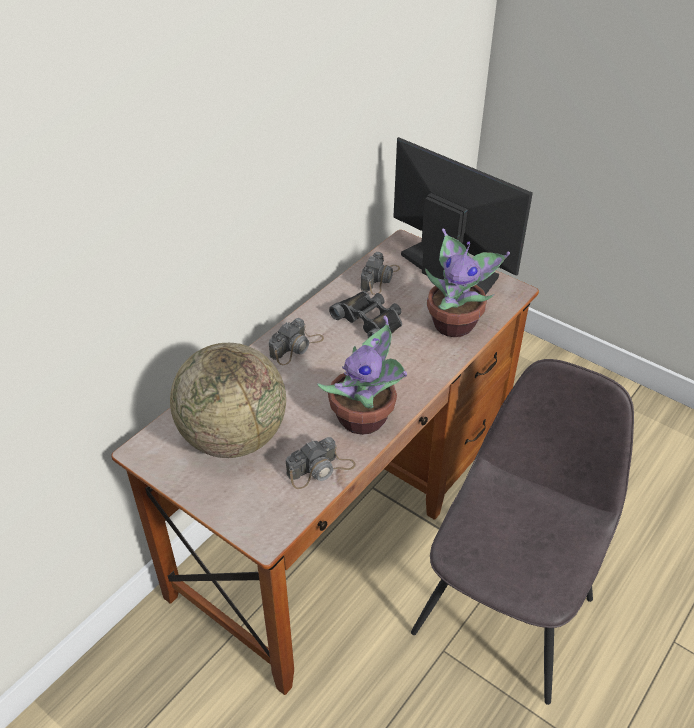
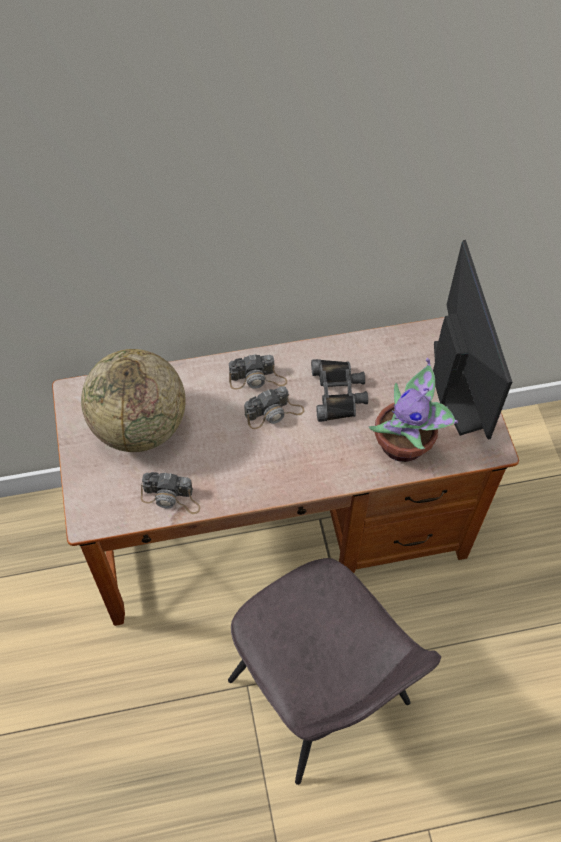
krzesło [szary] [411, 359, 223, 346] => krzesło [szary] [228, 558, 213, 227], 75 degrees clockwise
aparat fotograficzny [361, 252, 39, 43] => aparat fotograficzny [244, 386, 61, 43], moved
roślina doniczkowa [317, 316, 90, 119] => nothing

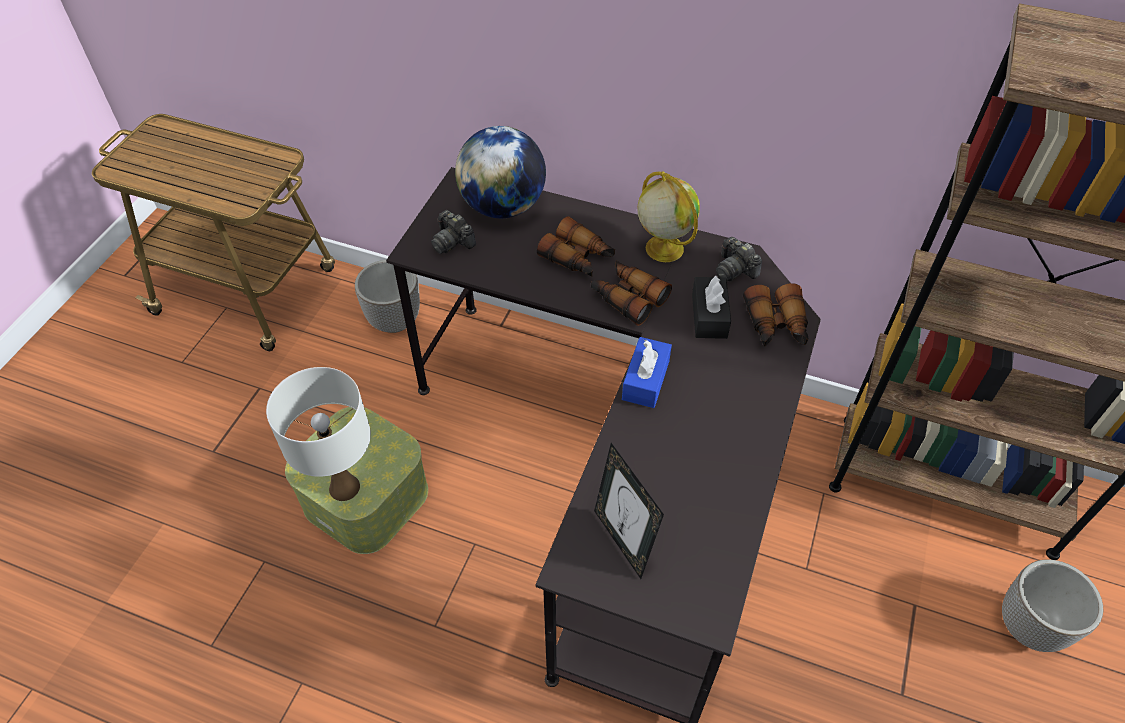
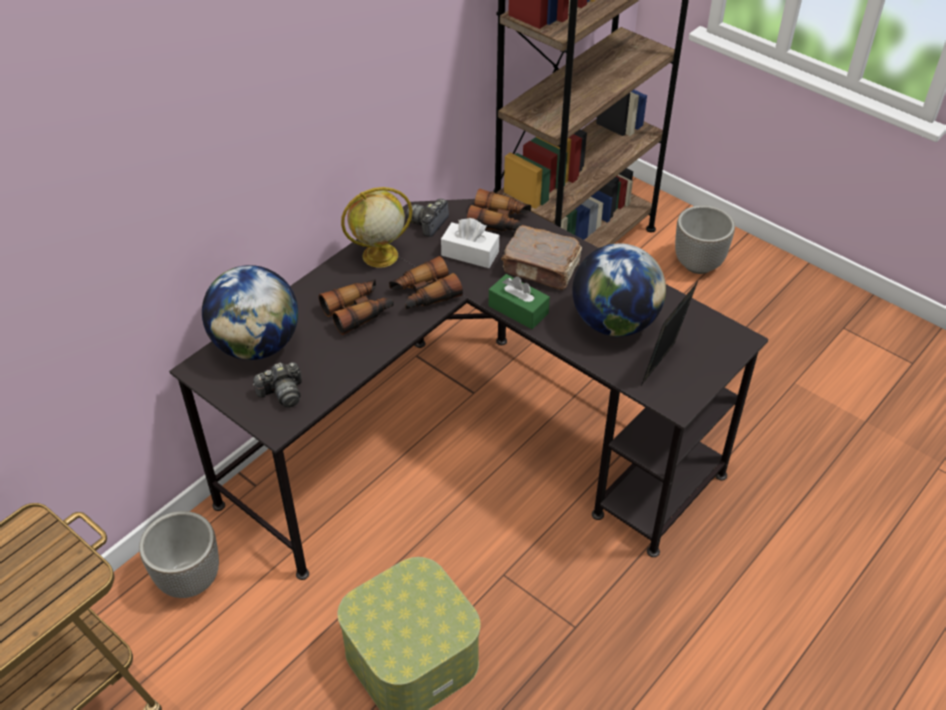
aparat fotograficzny [716, 237, 46, 44] => aparat fotograficzny [406, 199, 43, 38], 135 degrees clockwise
pudełko chusteczek [czarny] [692, 275, 39, 64] => pudełko chusteczek [biały] [441, 218, 58, 50]
pudełko chusteczek [niebieski] [622, 337, 50, 71] => pudełko chusteczek [zielony] [489, 274, 61, 55]
nothing => książka [brązowy] [501, 225, 81, 65]
nothing => globus [572, 243, 94, 93]
ramka na zdjęcie [594, 443, 70, 136] => ramka na zdjęcie [641, 281, 57, 104], 135 degrees clockwise
lampa stołowa [biały] [266, 367, 105, 134] => nothing

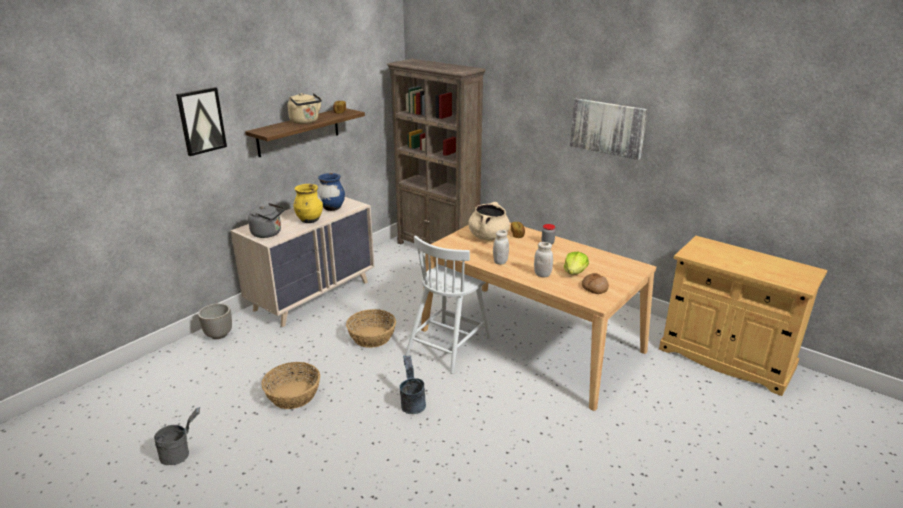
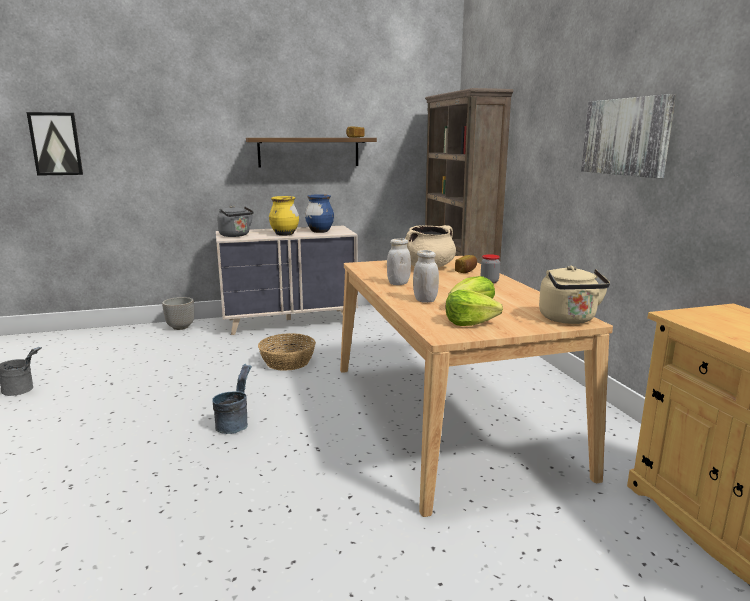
obraz [176, 87, 51, 69] => obraz [27, 112, 56, 64], moved
chleb [582, 273, 27, 21] => sałata [446, 290, 57, 36]
czajnik [beżowy] [287, 93, 35, 31] => czajnik [beżowy] [539, 266, 71, 58], moved
koszyk [262, 362, 58, 47] => nothing
krzesło [biały] [405, 236, 85, 138] => nothing

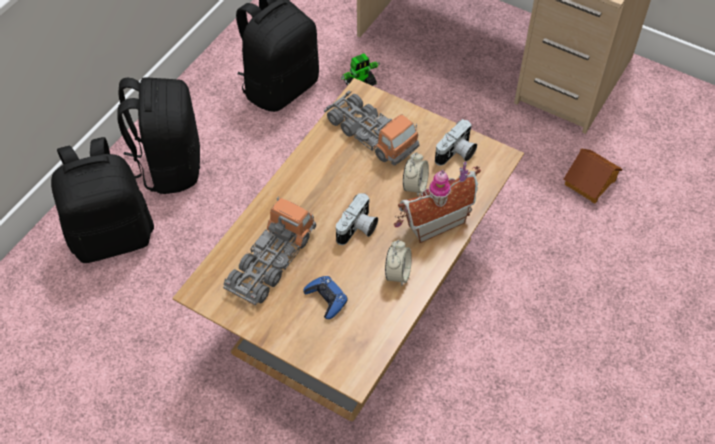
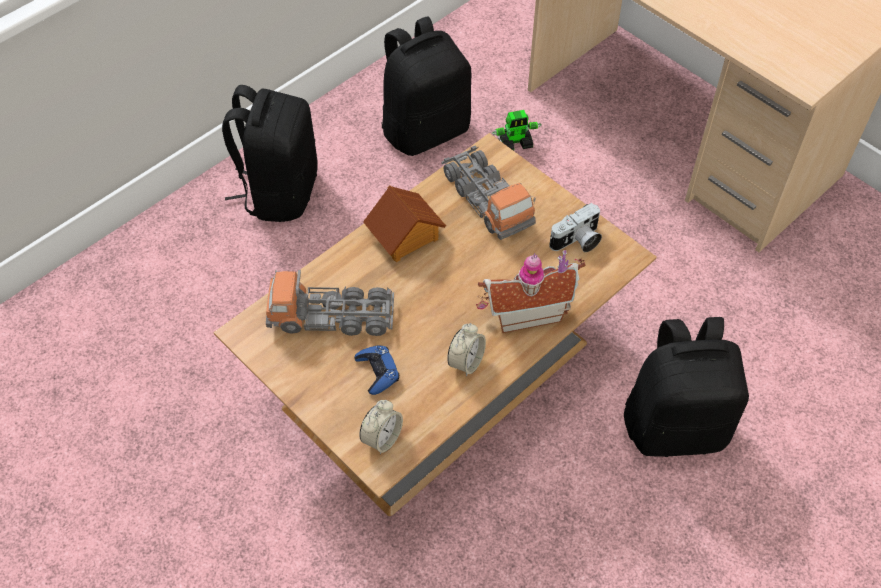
ciężarówka zabawkowa [223, 198, 93, 107] => ciężarówka zabawkowa [266, 270, 128, 66], 135 degrees counterclockwise
budzik [403, 152, 26, 44] => budzik [359, 400, 44, 54], moved
domek [564, 148, 59, 55] => domek [363, 186, 83, 76], moved
plecak [czarny] [51, 137, 103, 126] => plecak [czarny] [624, 317, 125, 140], moved
aparat fotograficzny [336, 193, 42, 52] => nothing

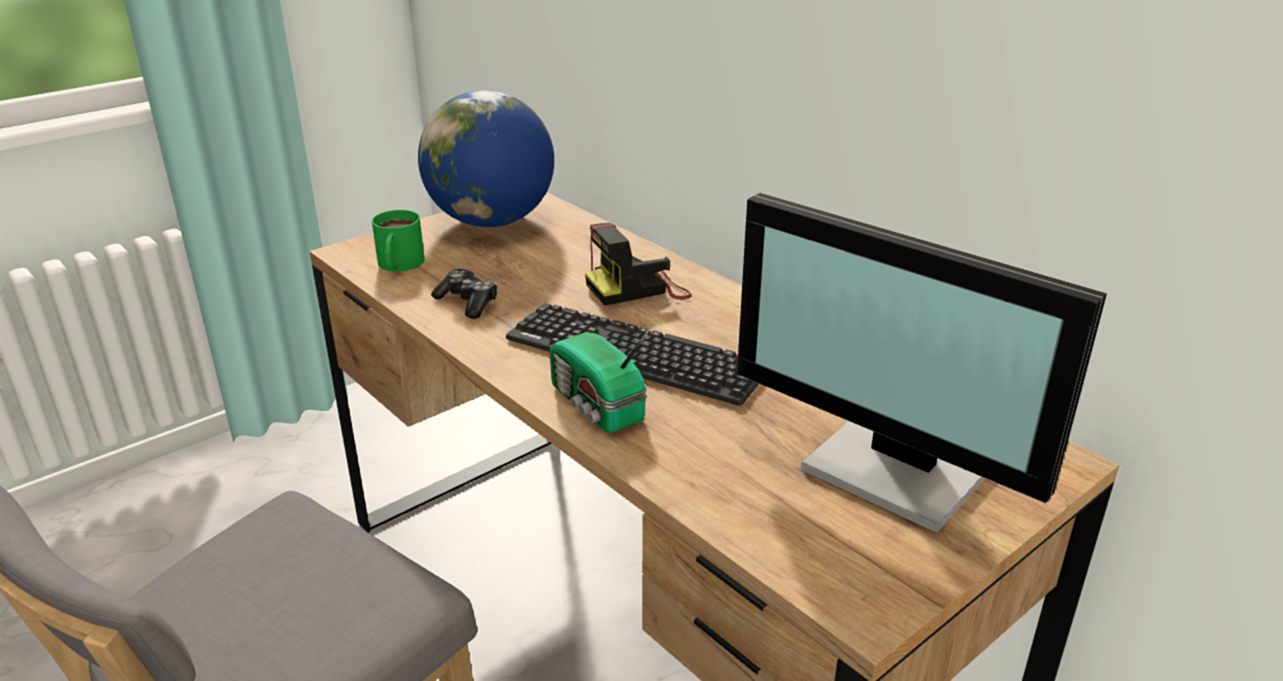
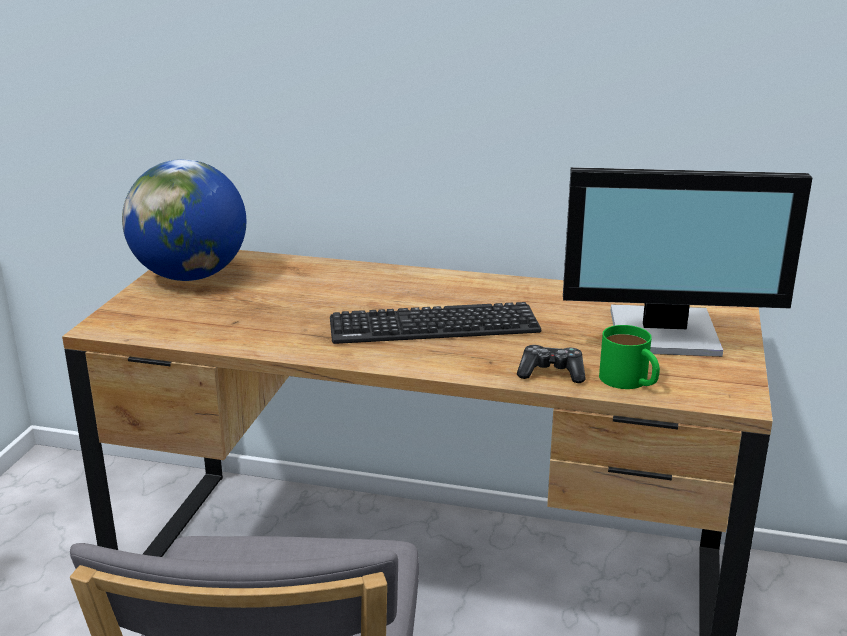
pad do gier [431, 269, 67, 50] => pad do gier [517, 345, 69, 38], moved
kubek [zielony] [372, 210, 53, 61] => kubek [zielony] [599, 325, 61, 64], moved
radio [550, 325, 103, 108] => nothing
aparat fotograficzny [585, 223, 107, 82] => nothing

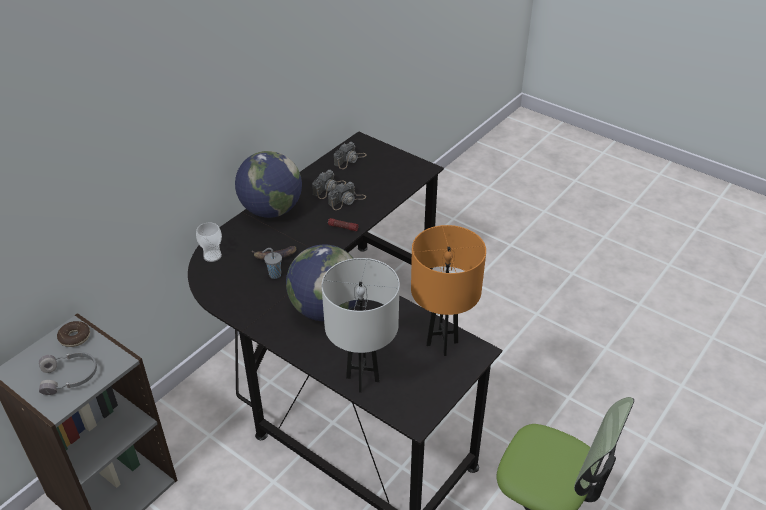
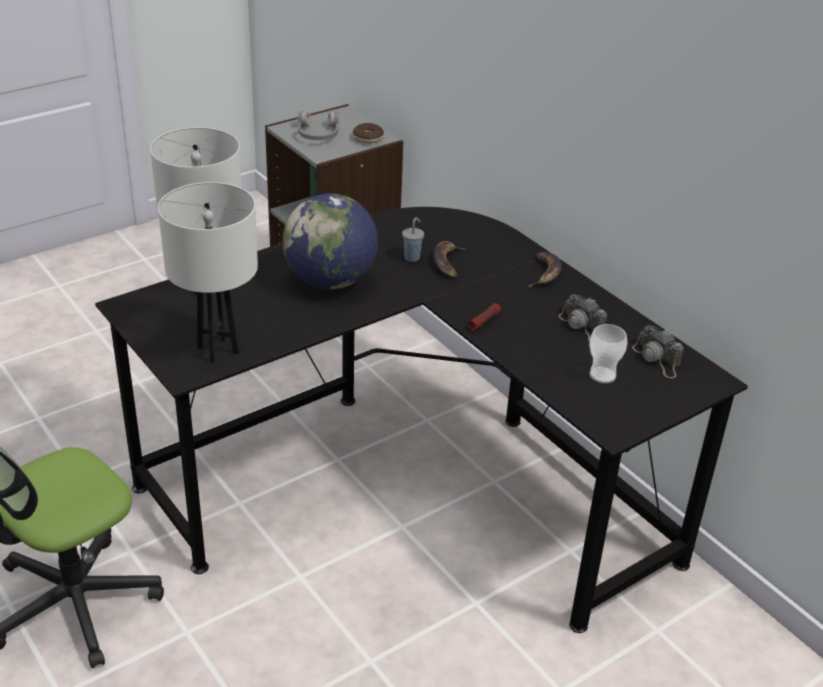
lampa stołowa [pomarańczowy] [411, 225, 75, 131] => lampa stołowa [biały] [158, 182, 100, 181]
globus [235, 151, 67, 67] => banan [528, 252, 34, 35]
filiżanka [196, 222, 26, 40] => filiżanka [589, 324, 38, 59], moved
aparat fotograficzny [328, 182, 38, 28] => nothing

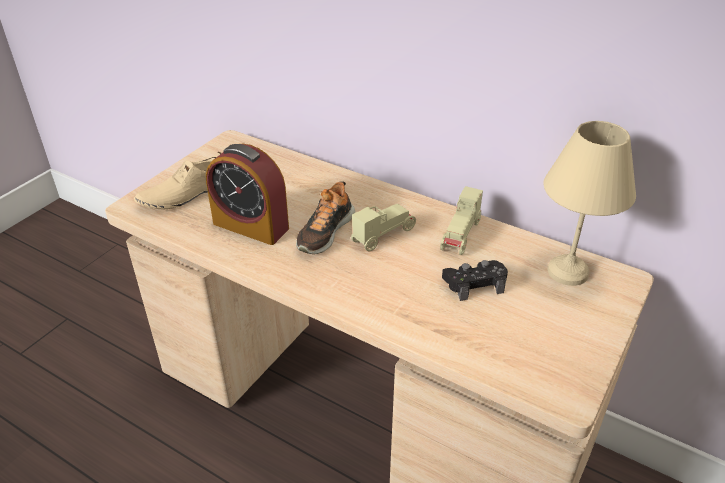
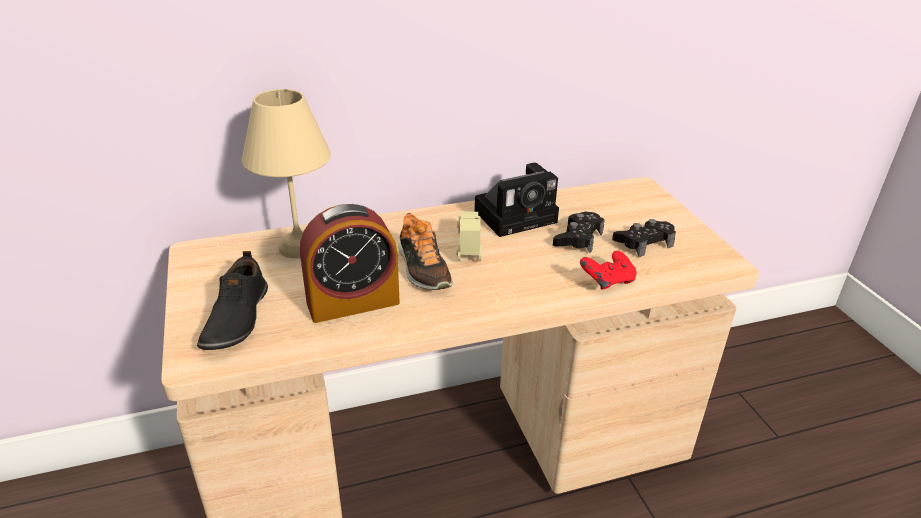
but [beżowy] [134, 152, 88, 57] => but [czarny] [197, 251, 71, 99]
lampa stołowa [beżowy] [543, 121, 93, 165] => lampa stołowa [beżowy] [241, 89, 90, 169], moved
samochodzik [beżowy] [440, 186, 43, 69] => aparat fotograficzny [474, 163, 85, 74]
nothing => pad do gier [czerwony] [580, 251, 57, 39]
nothing => pad do gier [czarny] [612, 219, 64, 38]

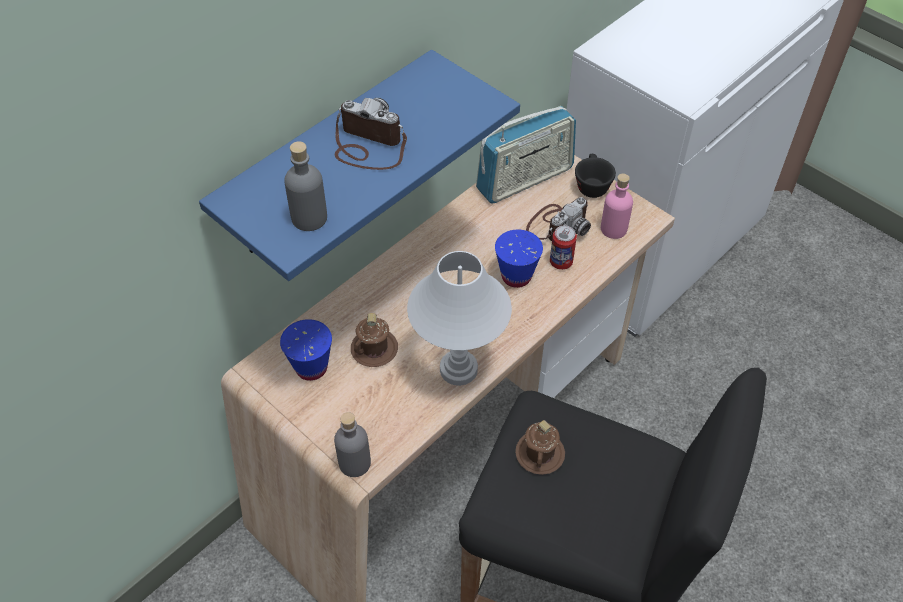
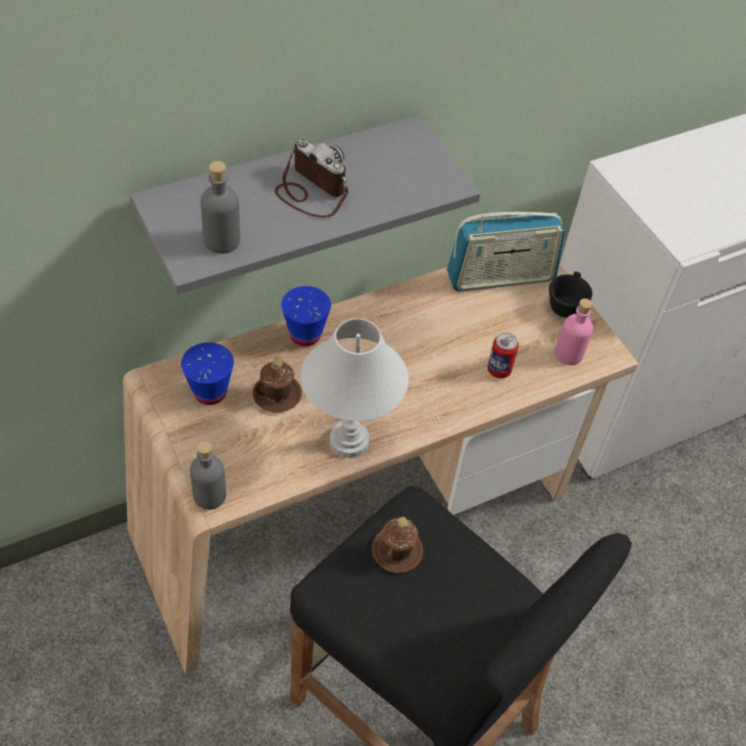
półka [niebieski] [199, 50, 321, 231] => półka [szary] [130, 115, 351, 179]
filiżanka [niebieski] [495, 230, 48, 58] => filiżanka [niebieski] [281, 286, 50, 60], moved
aparat fotograficzny [526, 197, 65, 44] => nothing

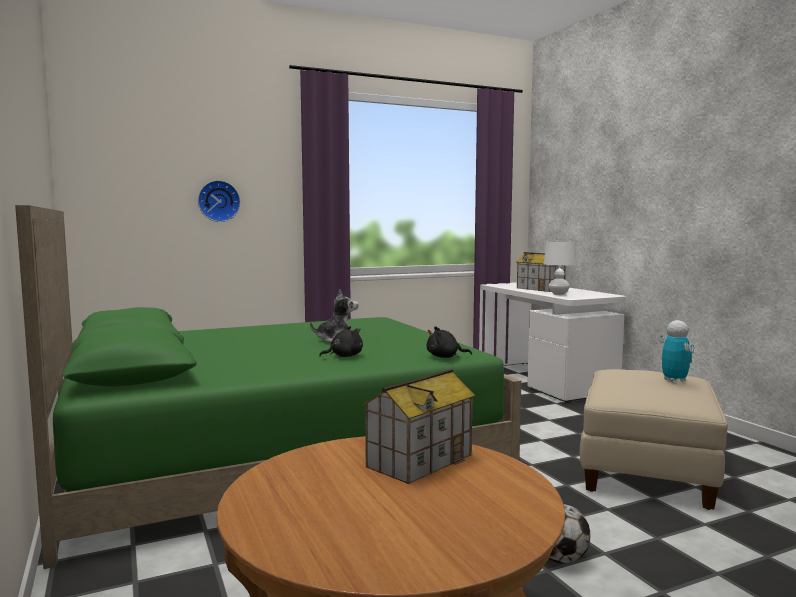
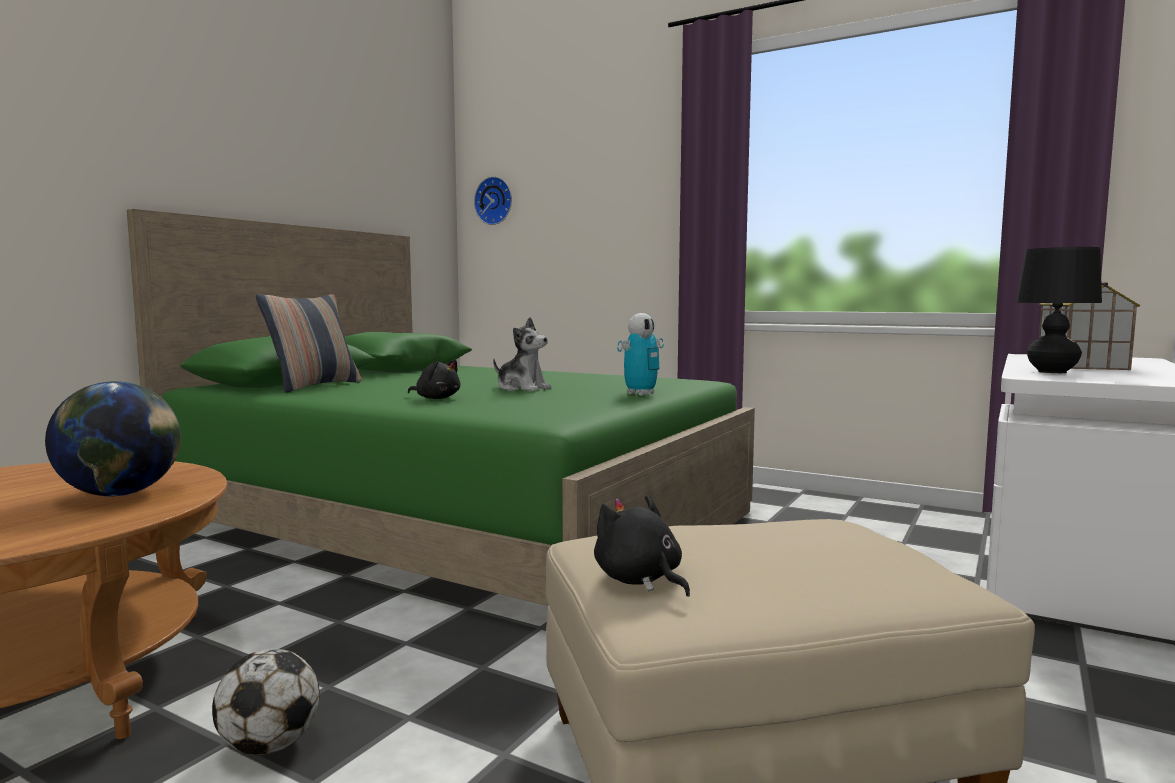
domek [363, 369, 112, 115] => globus [45, 381, 136, 116]
nothing => poduszka [256, 294, 106, 99]
zegar ścienny [198, 180, 42, 42] => zegar ścienny [474, 176, 38, 49], moved
pluszak [czarny] [427, 326, 45, 32] => pluszak [czarny] [594, 495, 96, 102], moved
robot zabawkowy [660, 320, 34, 63] => robot zabawkowy [617, 313, 47, 83], moved
lampa stołowa [biały] [544, 241, 32, 54] => lampa stołowa [czarny] [1016, 247, 86, 126]

